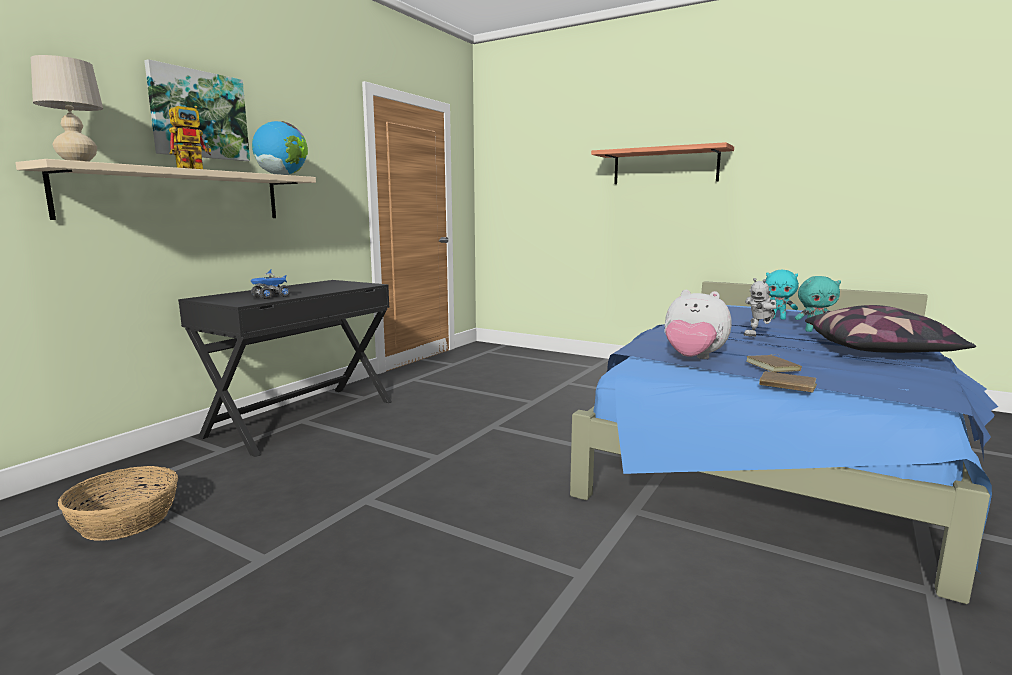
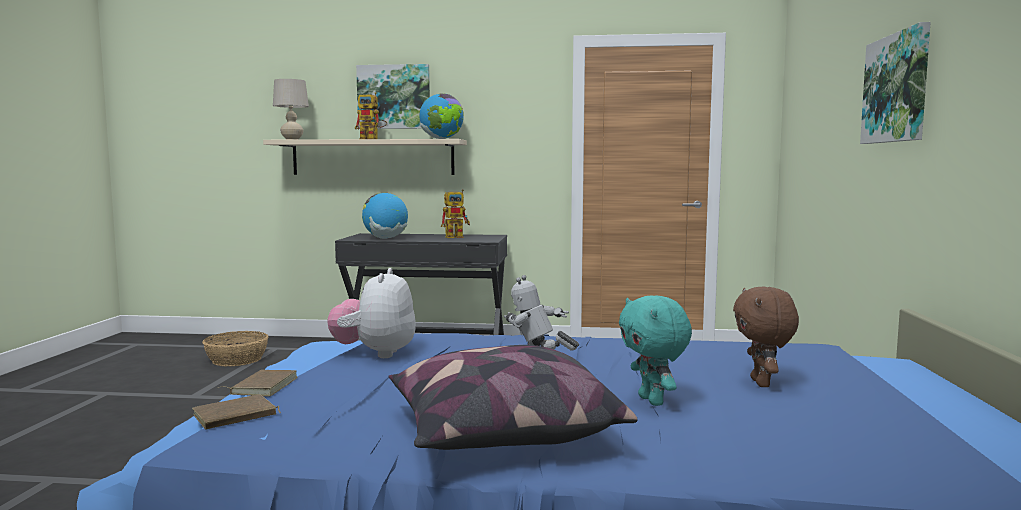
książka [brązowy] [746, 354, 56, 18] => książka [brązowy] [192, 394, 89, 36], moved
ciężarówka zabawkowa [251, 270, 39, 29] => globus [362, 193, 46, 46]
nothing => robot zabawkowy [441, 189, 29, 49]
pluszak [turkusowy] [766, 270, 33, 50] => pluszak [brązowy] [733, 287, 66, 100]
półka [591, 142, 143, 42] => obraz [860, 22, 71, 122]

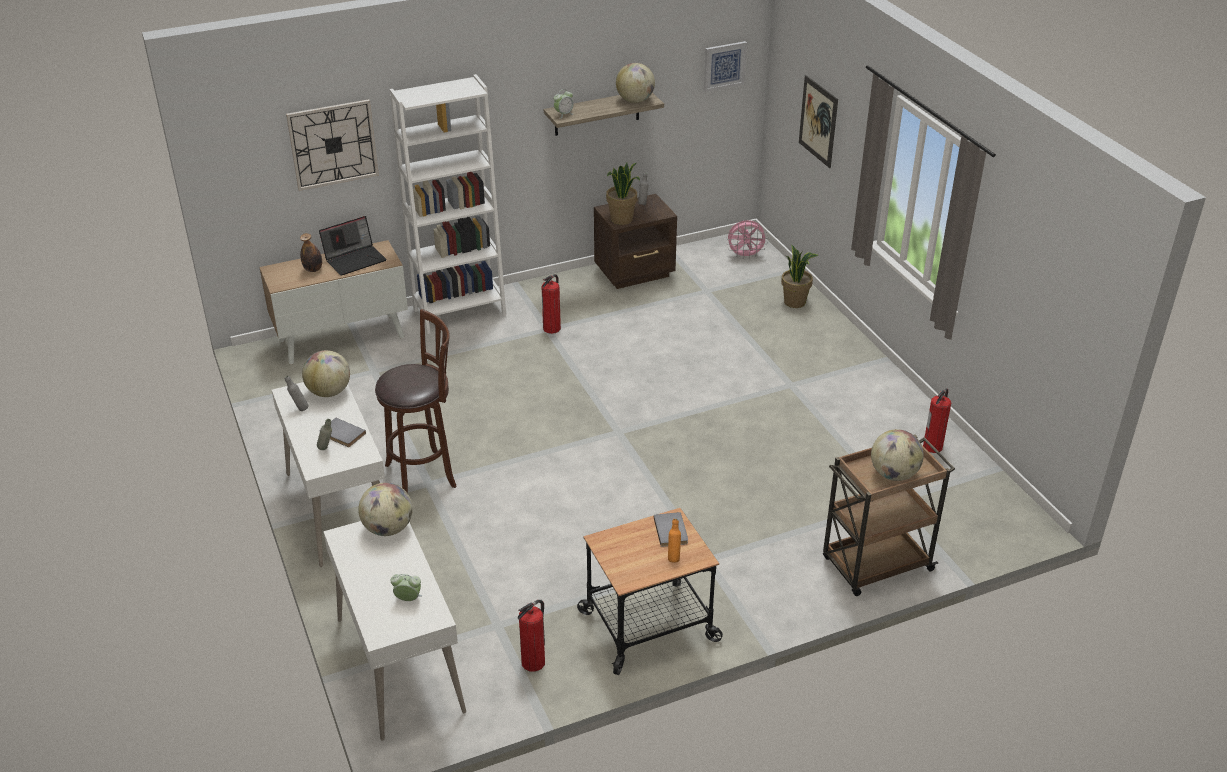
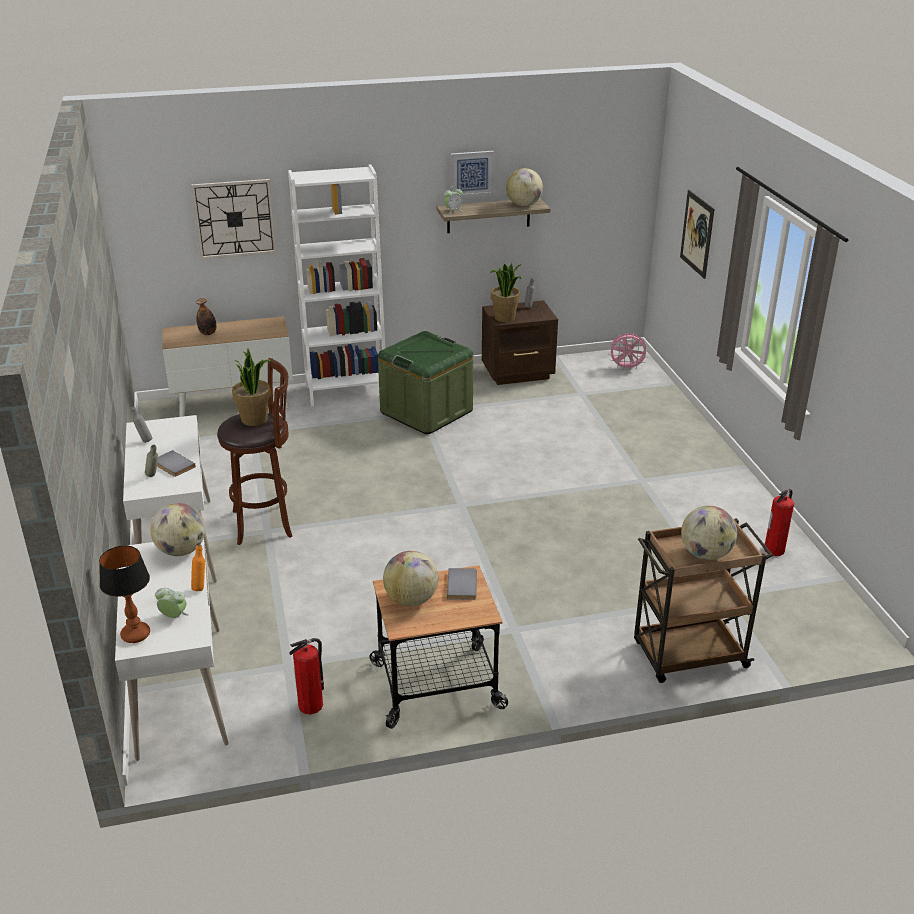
nothing => lampa stołowa [99, 546, 51, 97]
butelka [pomarańczowy] [668, 518, 13, 45] => butelka [pomarańczowy] [191, 545, 14, 46], moved
roślina doniczkowa [781, 244, 38, 64] => roślina doniczkowa [232, 349, 40, 77], moved
gaśnica [541, 274, 20, 60] => pojemnik do przechowywania [zielony] [378, 331, 96, 103]
globus [302, 350, 48, 47] => globus [383, 551, 55, 55], moved
obraz [704, 41, 43, 51] => obraz [451, 151, 43, 46], moved
laptop [319, 216, 68, 60] => nothing

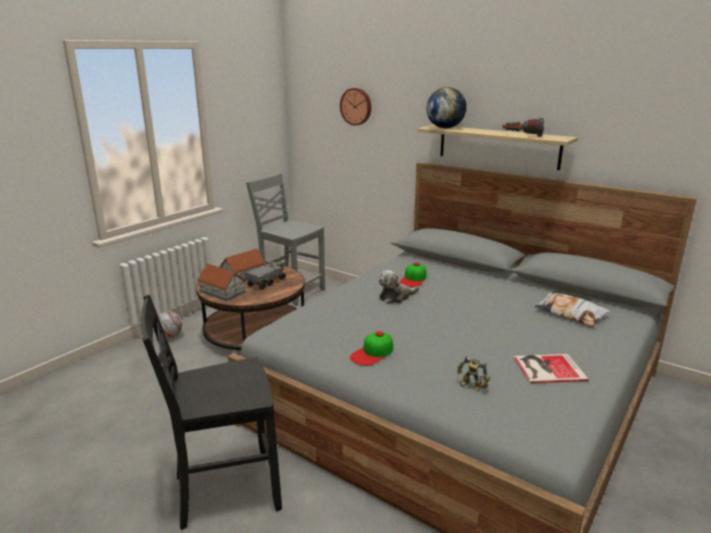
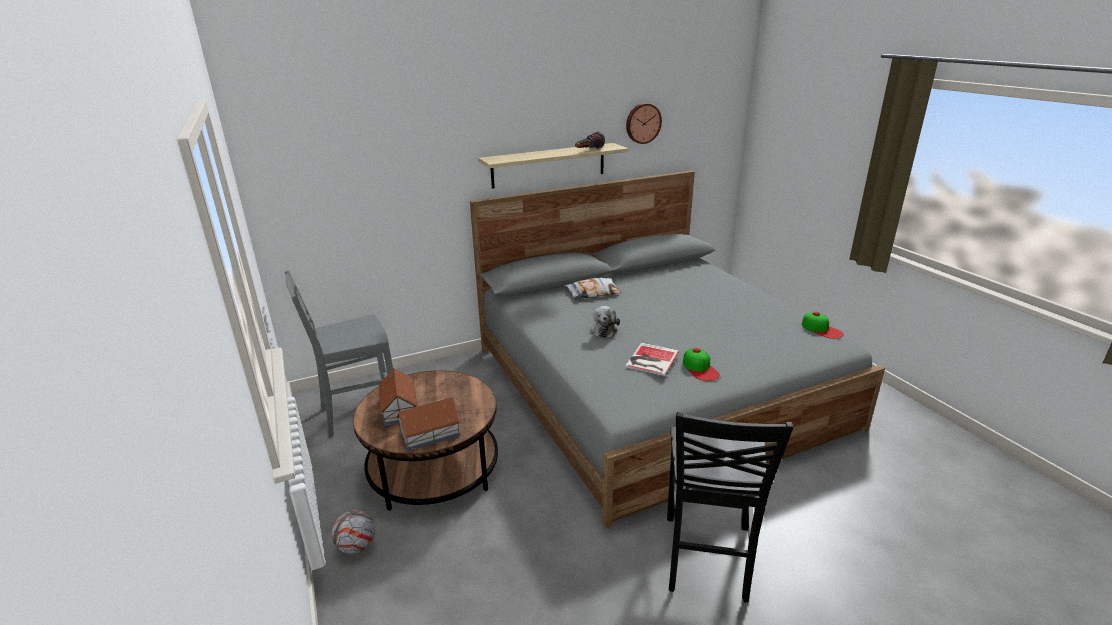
poduszka [534, 292, 76, 34] => poduszka [565, 278, 56, 21], moved
książka [513, 354, 76, 29] => książka [625, 343, 54, 33], moved
zegar ścienny [340, 88, 31, 38] => zegar ścienny [626, 103, 36, 41], moved
czapka z daszkiem [399, 263, 27, 24] => czapka z daszkiem [802, 312, 41, 27], moved
ciężarówka zabawkowa [245, 260, 41, 30] => nothing
globus [426, 87, 41, 41] => nothing
robot zabawkowy [457, 356, 33, 35] => nothing

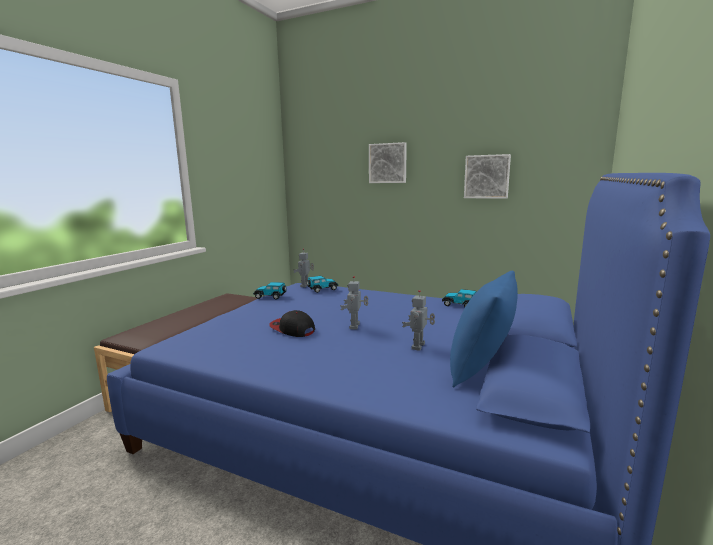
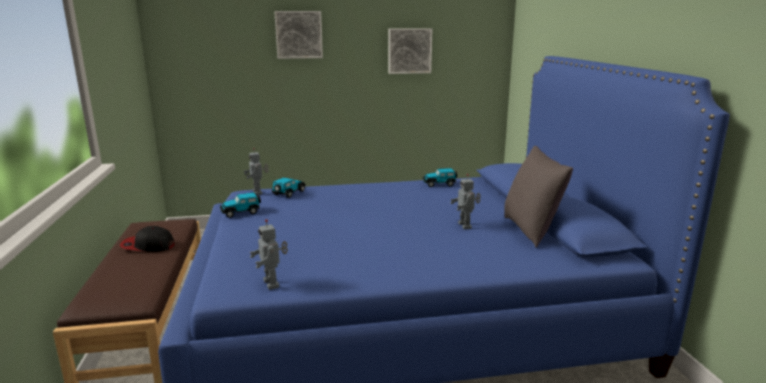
czapka z daszkiem [269, 310, 46, 27] => czapka z daszkiem [120, 226, 55, 26], moved
robot zabawkowy [341, 276, 27, 54] => robot zabawkowy [250, 219, 38, 71], moved
poduszka [niebieski] [450, 271, 68, 116] => poduszka [szary] [504, 146, 69, 101]

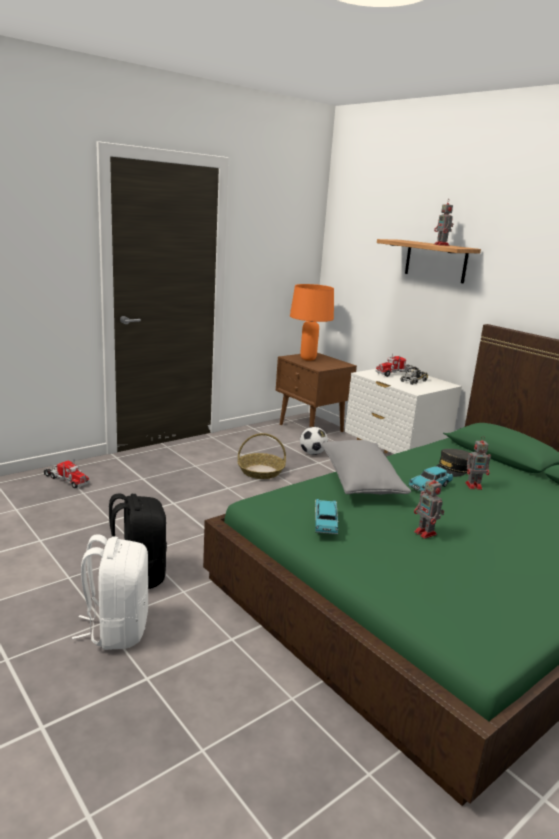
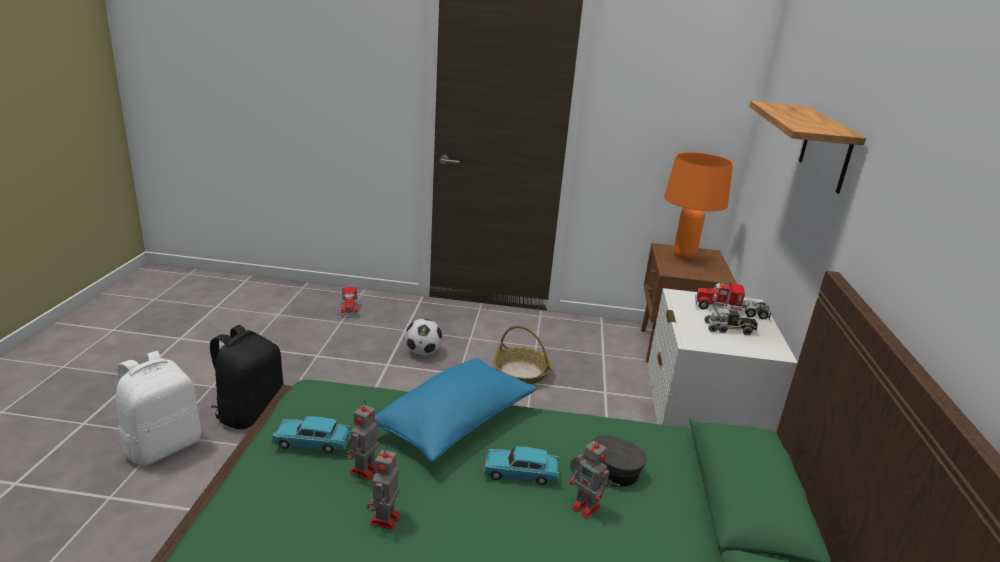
samochodzik [turkusowy] [315, 499, 23, 35] => samochodzik [turkusowy] [271, 416, 80, 37], 135 degrees counterclockwise
robot zabawkowy [434, 201, 19, 45] => robot zabawkowy [346, 401, 33, 79], moved
poduszka [szary] [322, 440, 89, 54] => poduszka [niebieski] [375, 358, 162, 104]
piłka futbolowa [300, 427, 28, 28] => piłka futbolowa [405, 318, 37, 38], moved

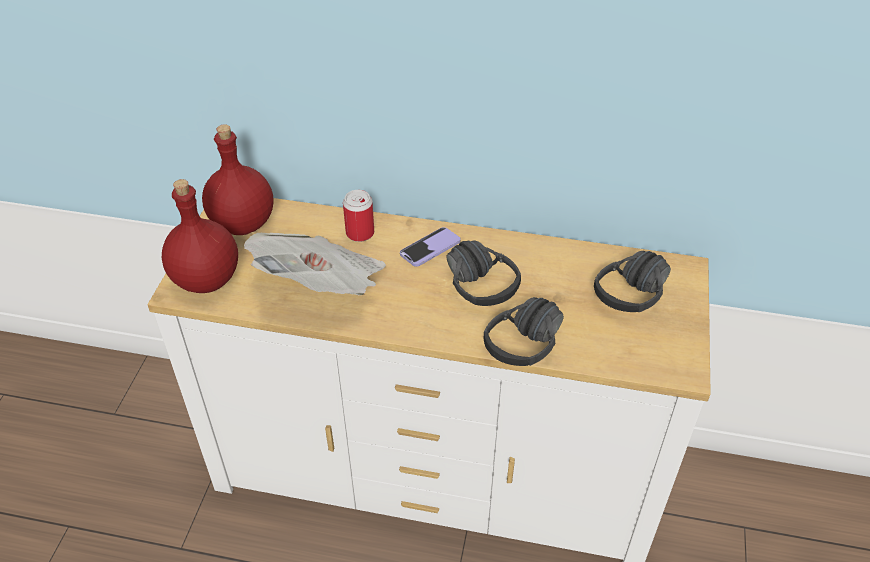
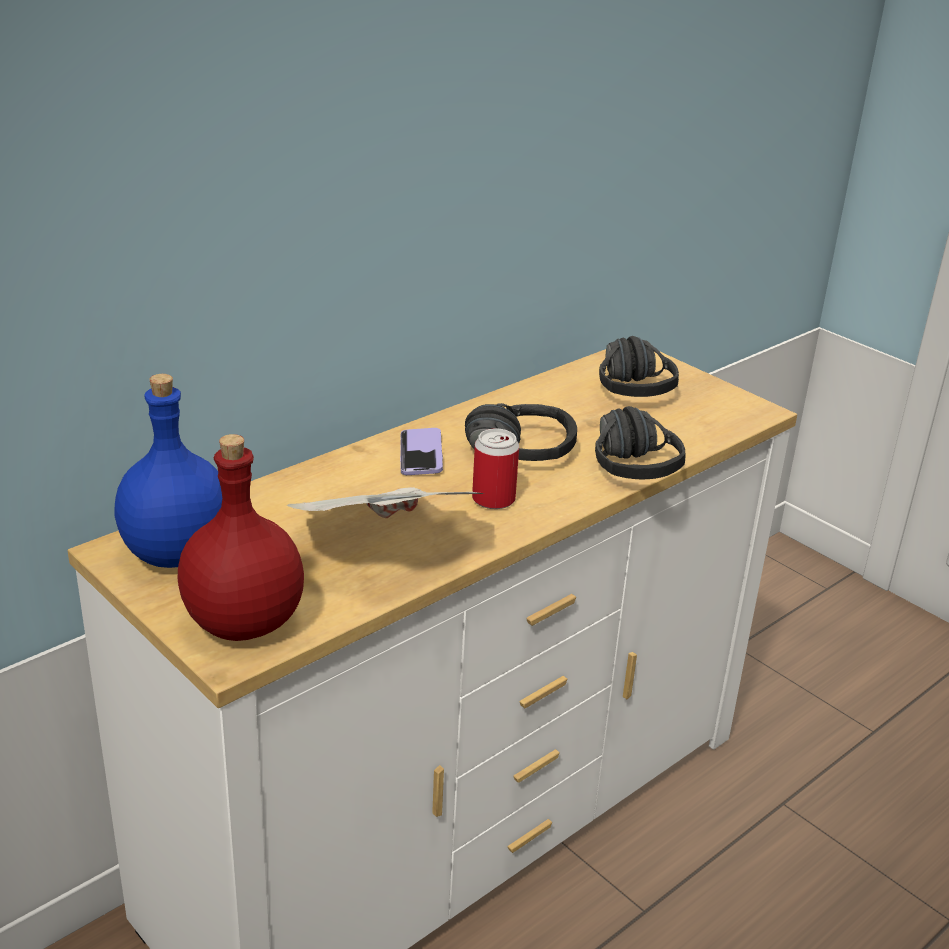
butelka [czerwony] [202, 124, 72, 111] => butelka [niebieski] [115, 374, 107, 194]
puszka [343, 190, 31, 52] => puszka [472, 428, 47, 81], moved

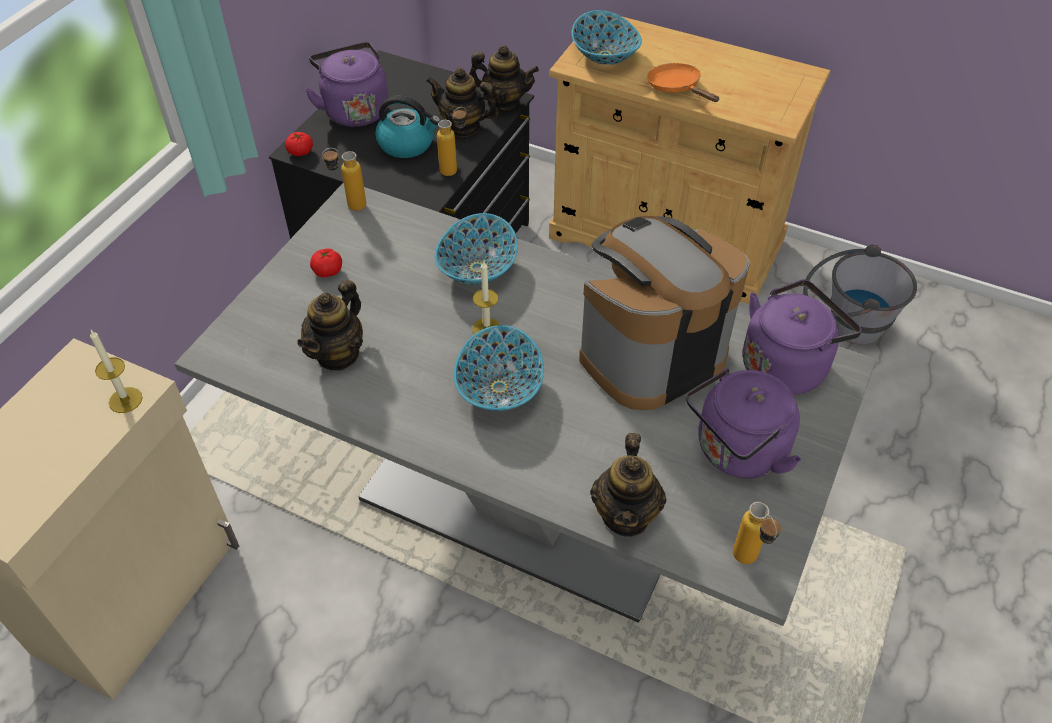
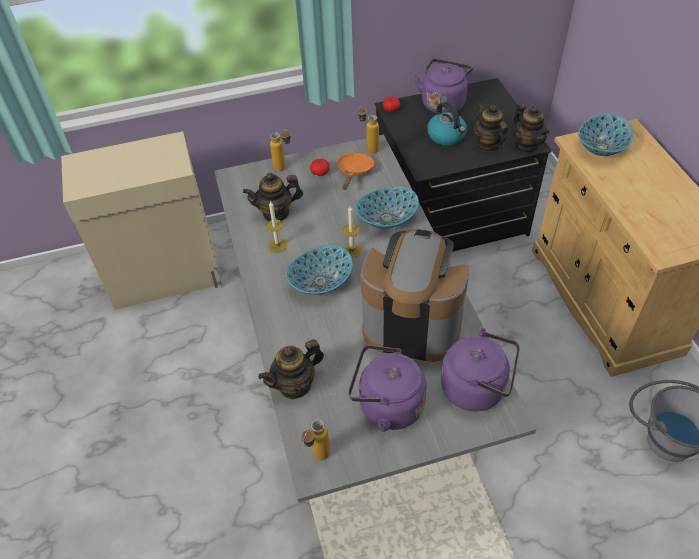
świeca [90, 330, 53, 83] => świeca [266, 201, 21, 52], moved
butelka [437, 107, 29, 69] => butelka [270, 130, 21, 41], moved
patelnia [pomarańczowy] [647, 63, 72, 39] => patelnia [pomarańczowy] [337, 153, 38, 37], moved

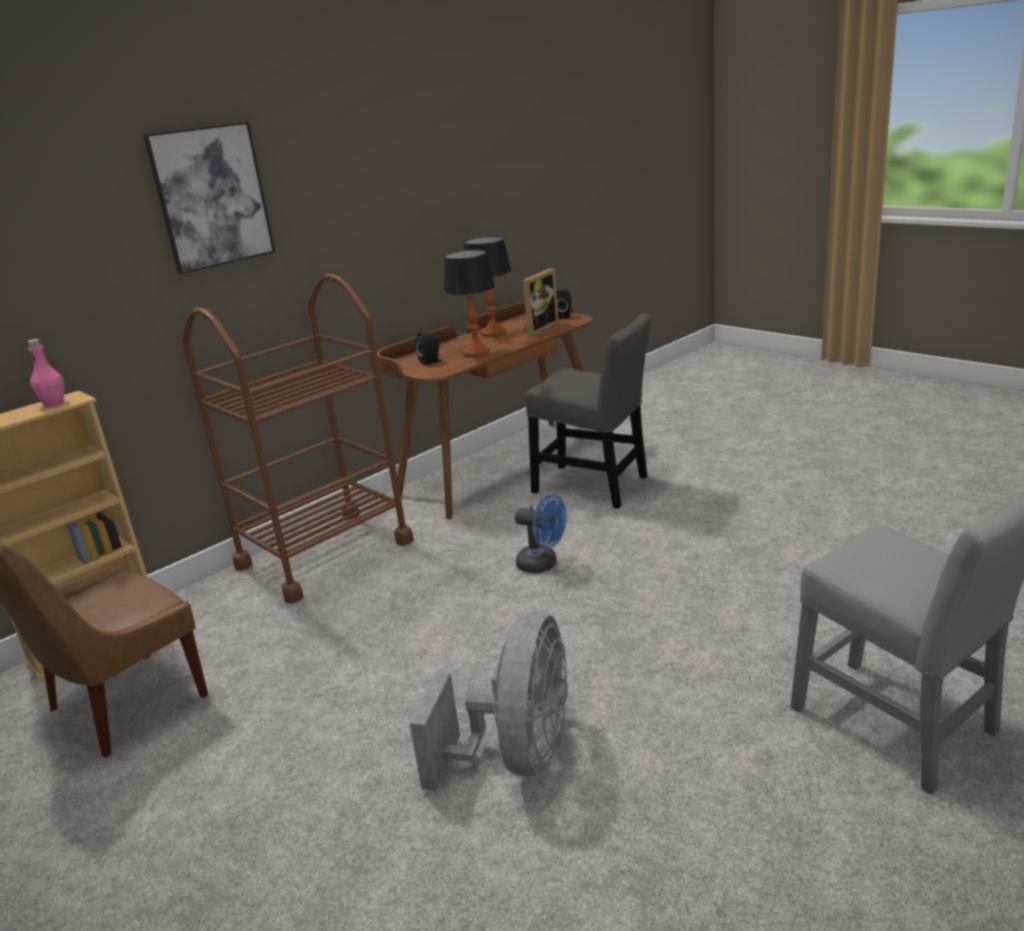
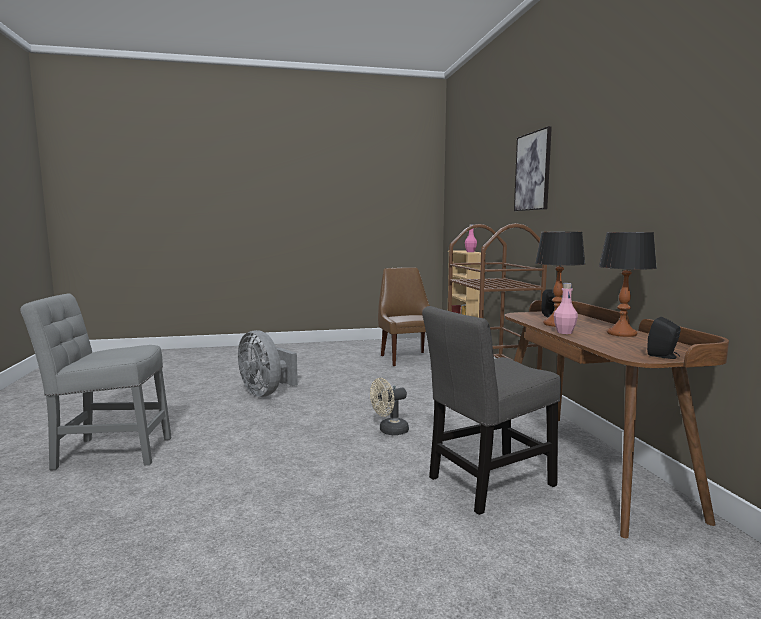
wentylator [niebieski] [514, 494, 53, 79] => wentylator [beżowy] [370, 378, 39, 57]
nothing => butelka [różowy] [554, 283, 24, 51]
ramka na zdjęcie [523, 268, 36, 69] => nothing

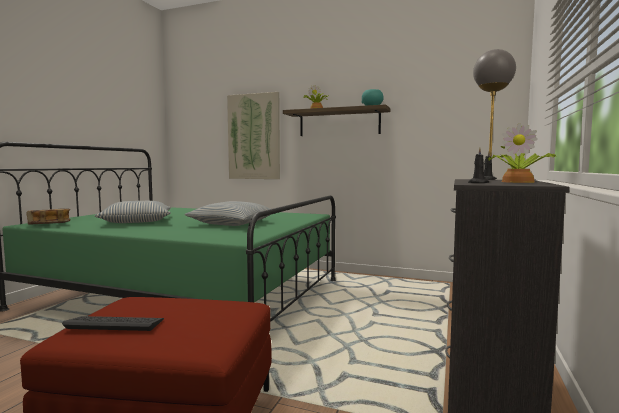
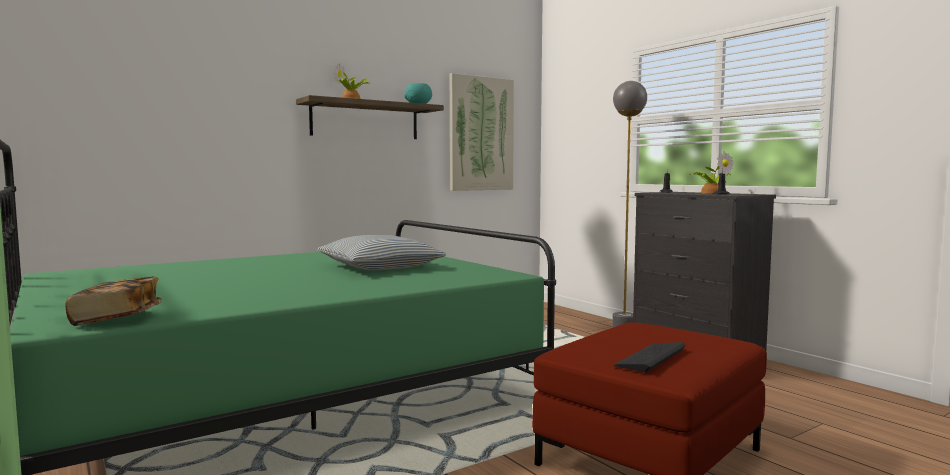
obraz [227, 92, 53, 87] => obraz [450, 73, 64, 118], moved
poduszka [95, 201, 76, 22] => nothing

